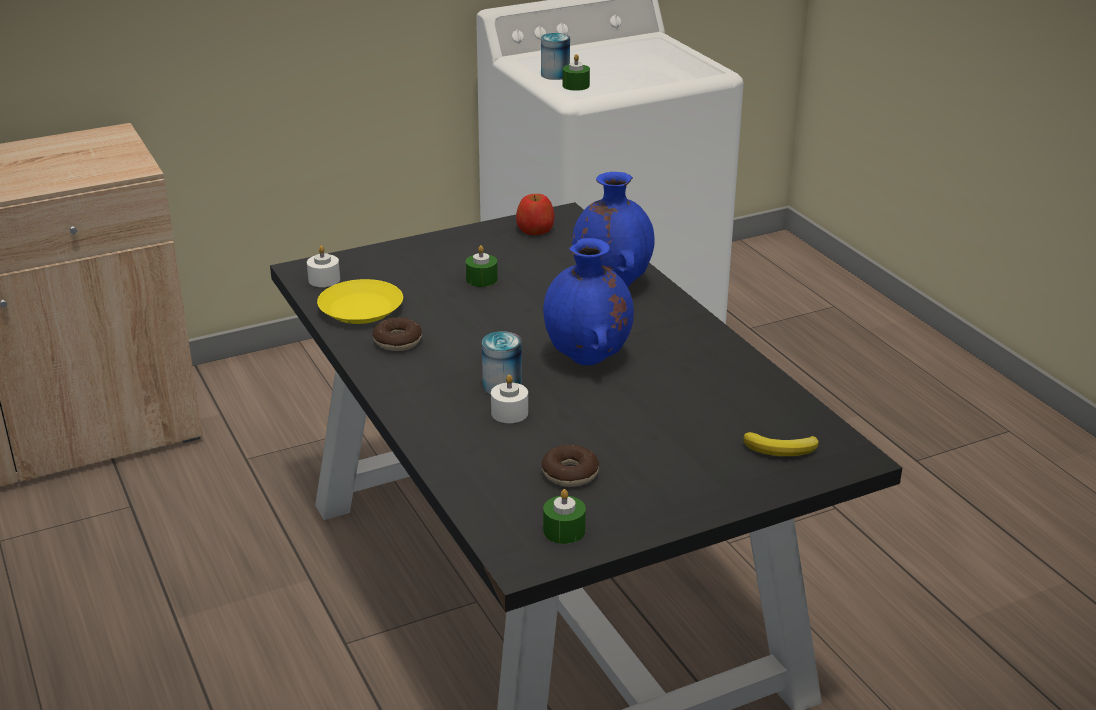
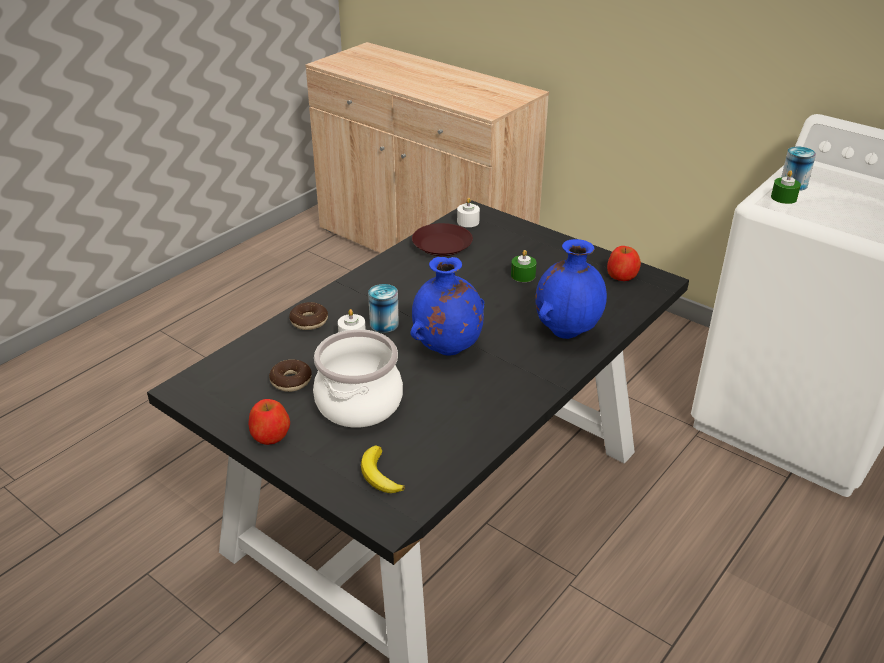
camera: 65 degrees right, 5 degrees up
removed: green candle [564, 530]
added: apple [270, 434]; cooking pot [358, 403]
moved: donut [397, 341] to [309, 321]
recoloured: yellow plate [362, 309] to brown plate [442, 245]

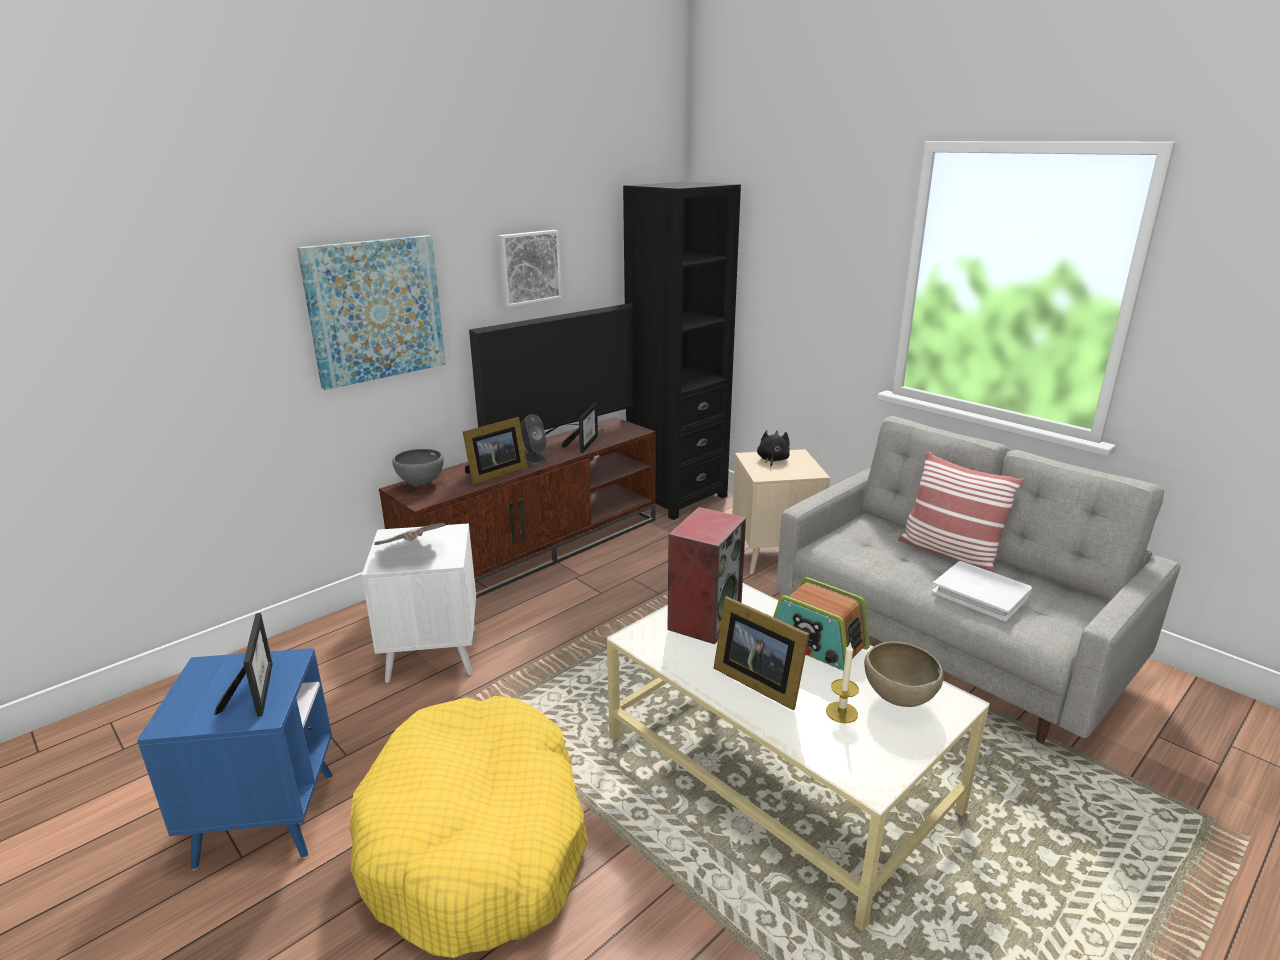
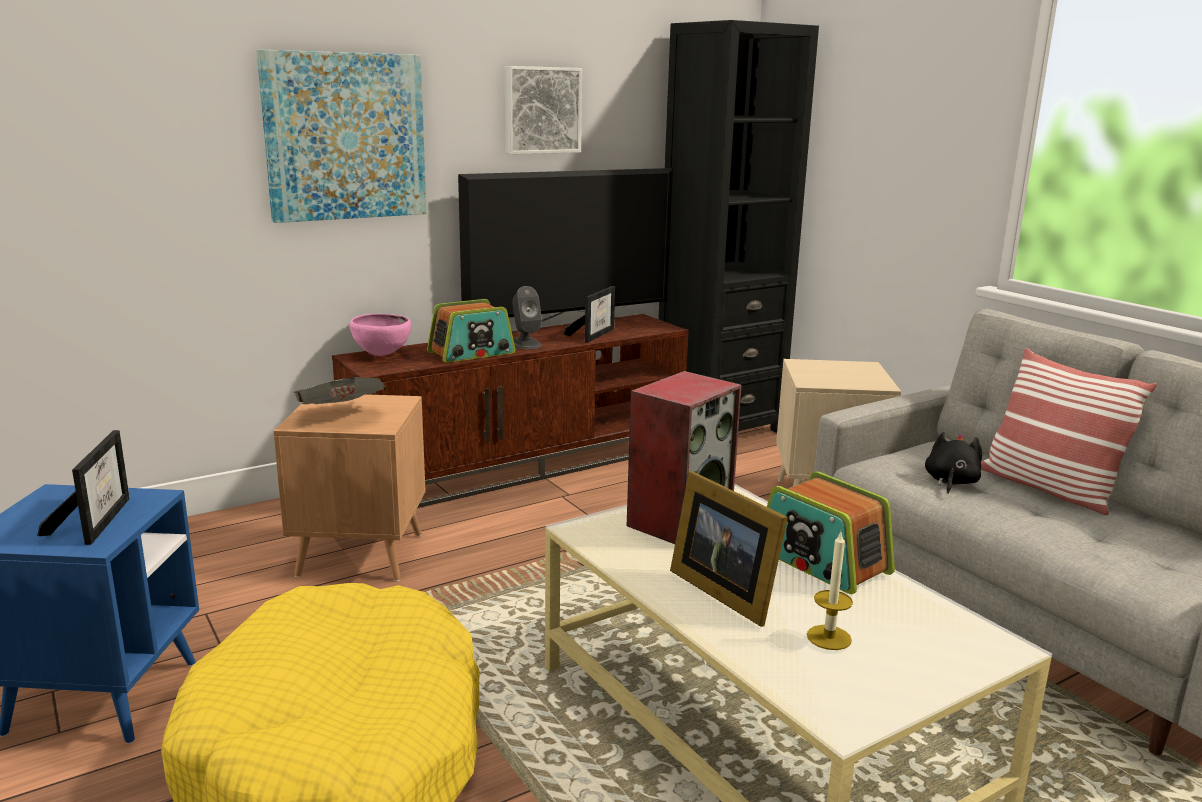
camera: 10 degrees right, 5 degrees down
removed: brown bowl [898, 700]; white book [981, 594]
moved: black plush toy [772, 460] to [950, 482]
replaced: picture frame [494, 474] to radio [472, 353]
recoloured: white side table [432, 654] to brown side table [361, 555]; grey bowl [421, 484] to pink bowl [382, 355]

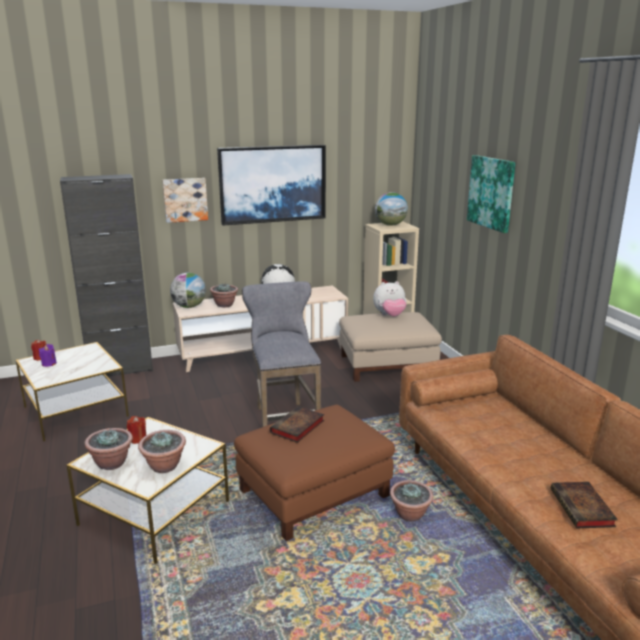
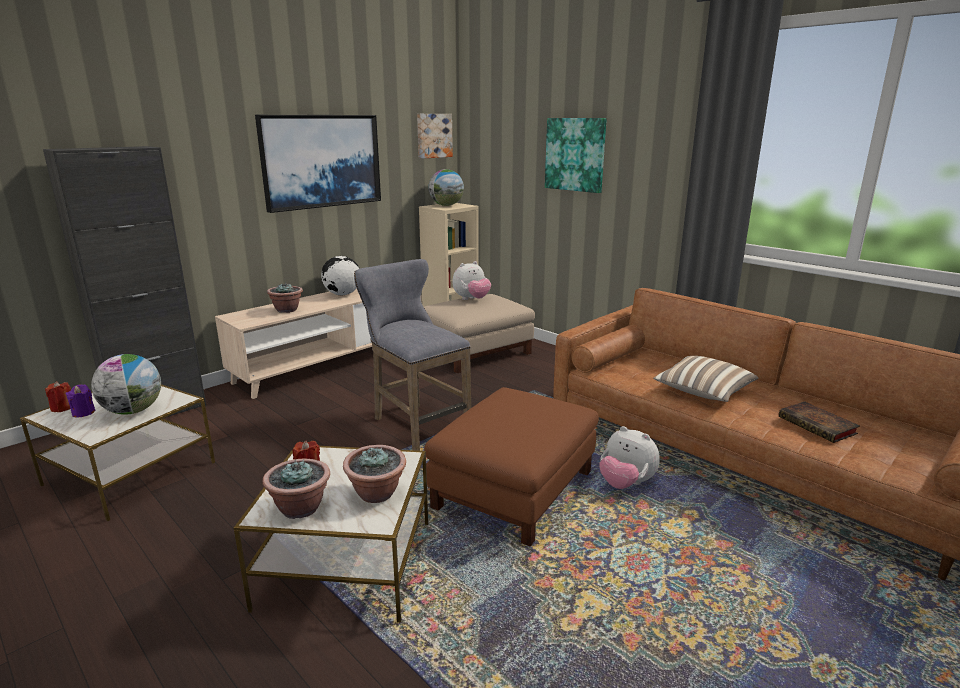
camera: 25 degrees left, 0 degrees up
removed: book [297, 428]
added: pillow [703, 392]
moved: picture [185, 199] to [433, 135]; globe [189, 306] to [133, 411]
replaced: potted plant [410, 515] to plush toy [625, 484]

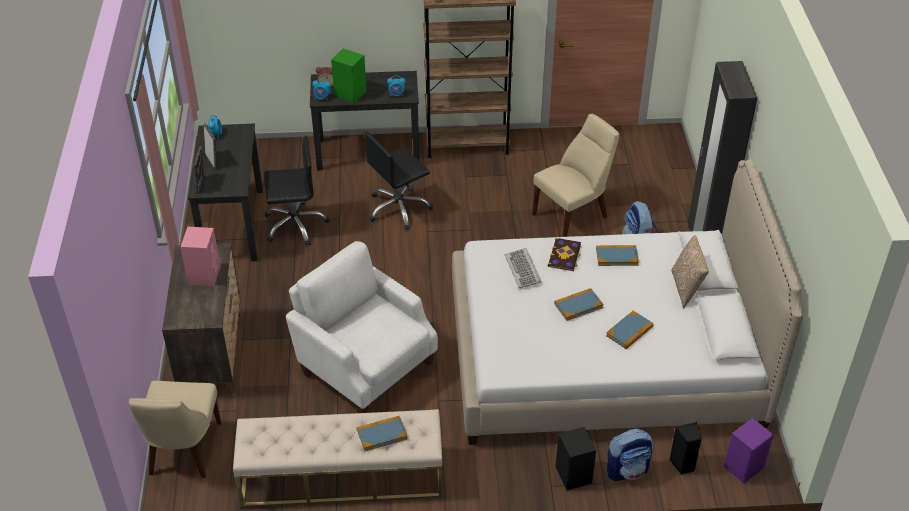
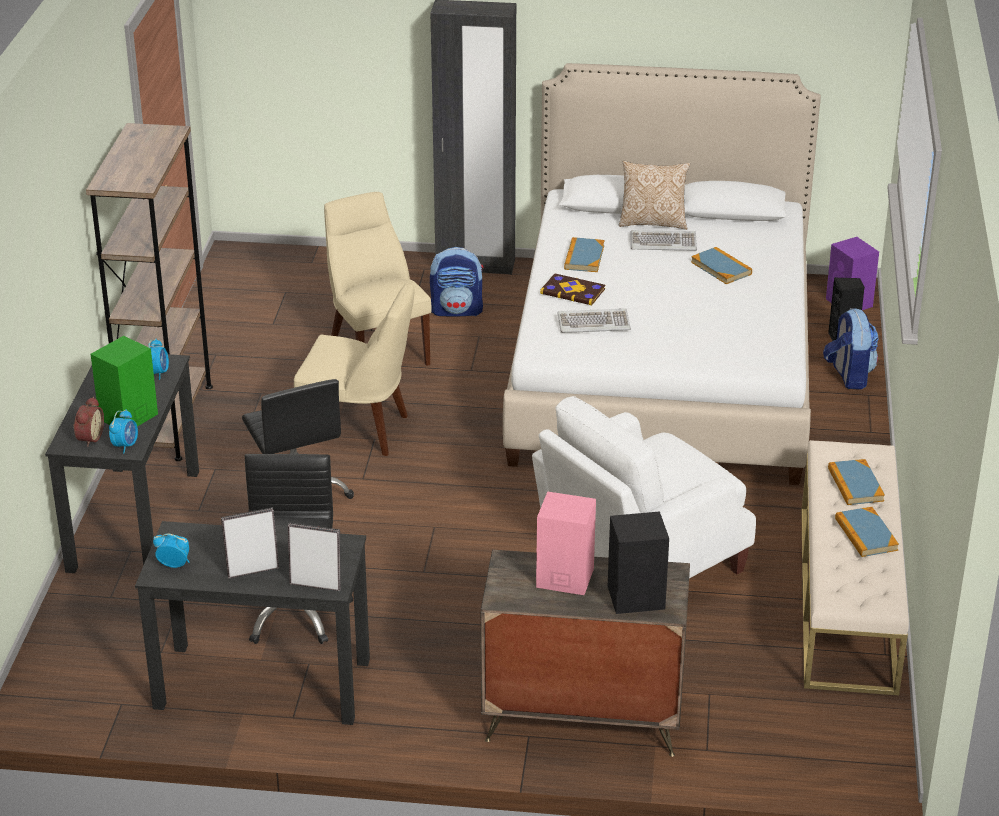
camera: 80 degrees left, 10 degrees down
added: keyboard [663, 243]
moved: beige chair [183, 451] to [359, 430]; book [578, 306] to [865, 535]; black speaker [574, 476] to [637, 597]

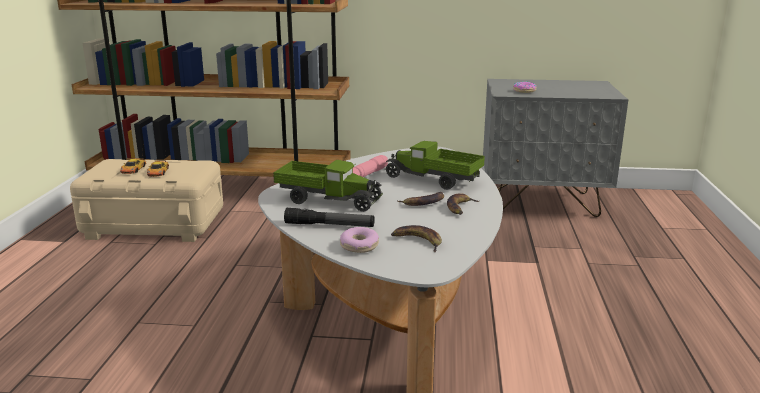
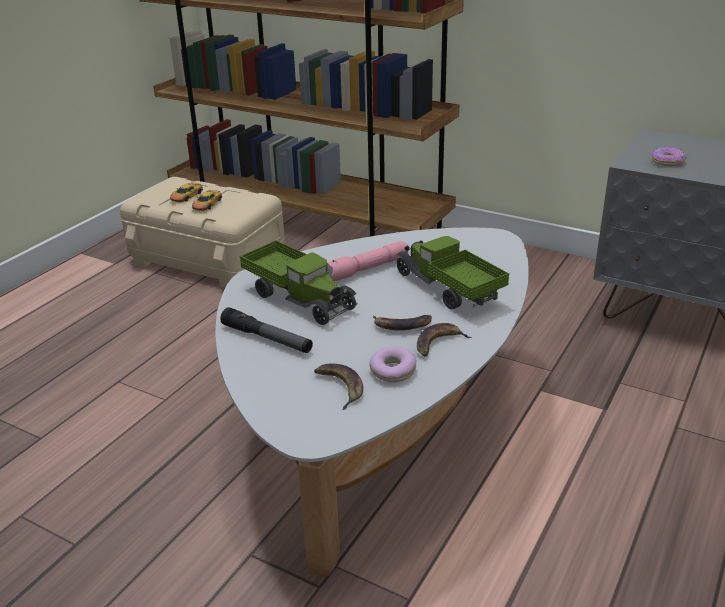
camera: 25 degrees right, 10 degrees up
moved: donut [359, 246] to [392, 371]

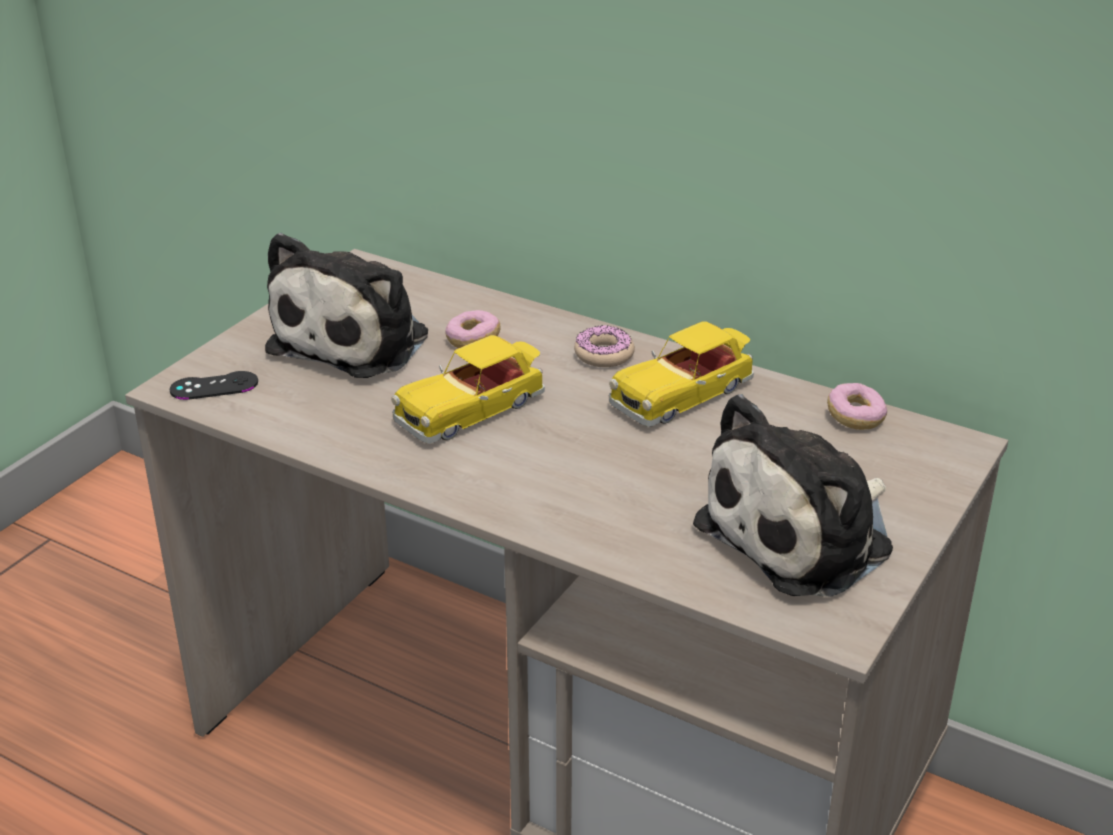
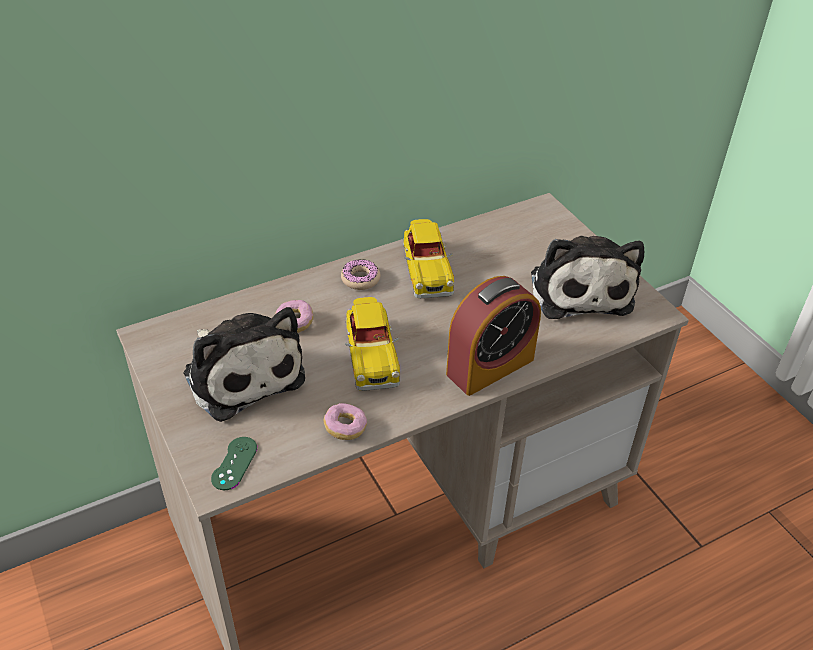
camera: 60 degrees left, 10 degrees up
added: alarm clock [490, 366]
moved: donut [855, 418] to [345, 428]
recoloured: black game controller [214, 386] to green game controller [234, 463]

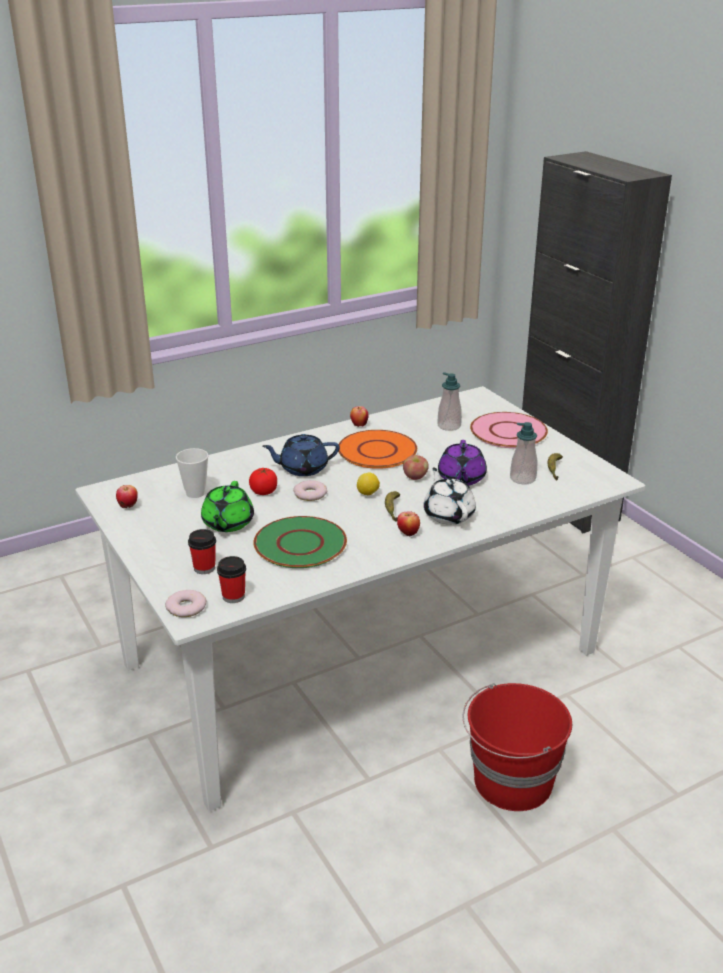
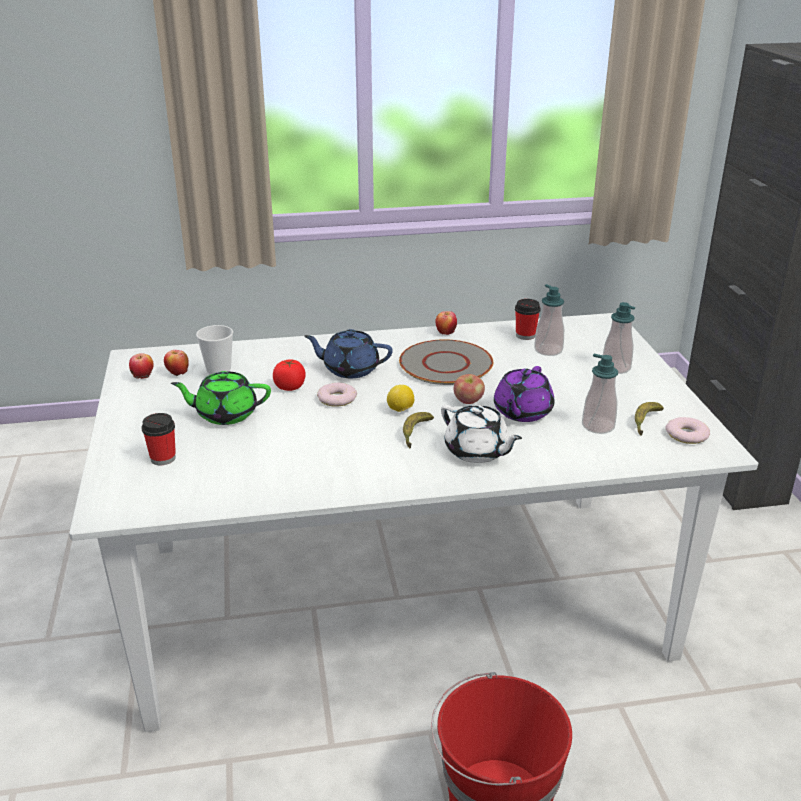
camera: 20 degrees right, 0 degrees up
removed: green plate [300, 544]
moved: donut [186, 607] to [686, 435]; cup [233, 596] to [525, 335]; apple [408, 534] to [178, 374]
replaced: pink plate [508, 431] to soap dispenser [616, 367]
recoloured: orange plate [376, 451] to grey plate [445, 364]
turned: green teapot [227, 523] = [225, 414] 60 degrees clockwise; white teapot [448, 514] = [477, 452] 135 degrees clockwise

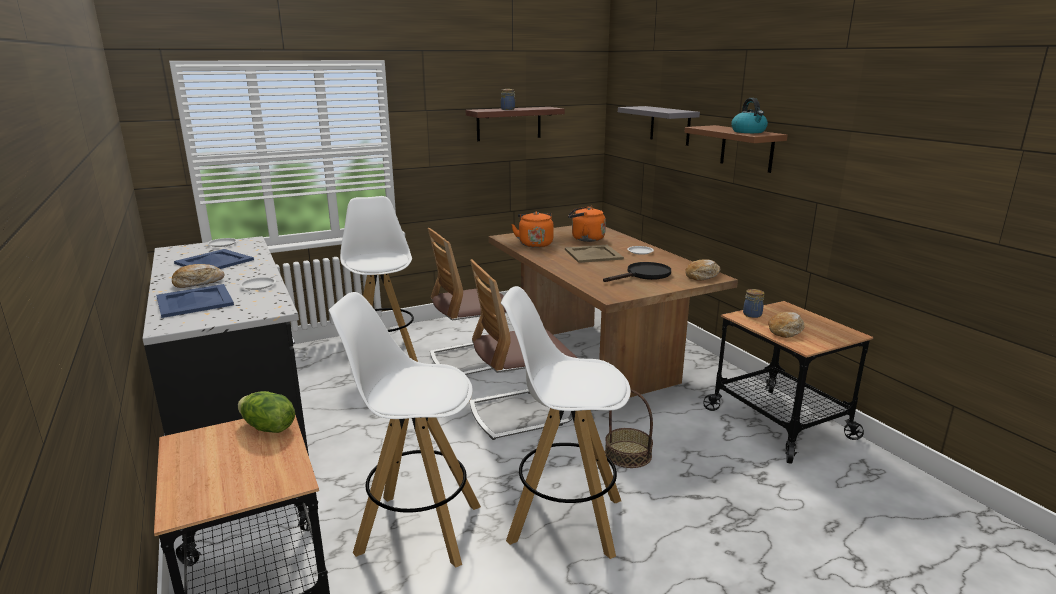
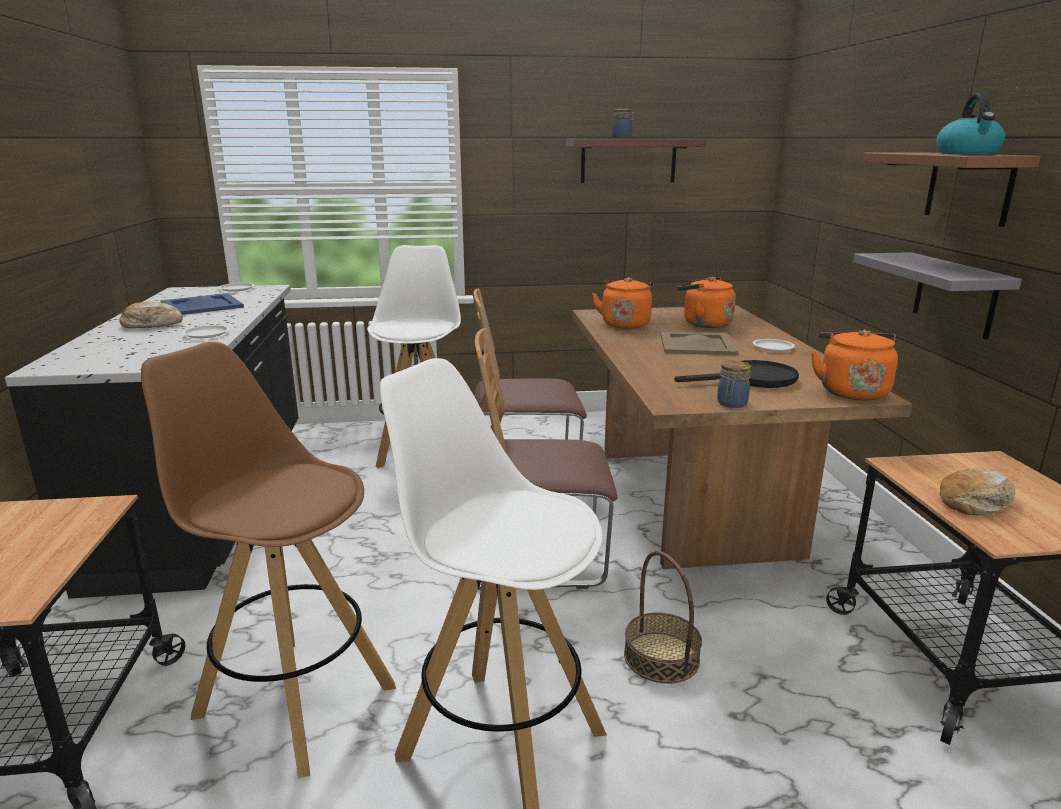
camera: 20 degrees right, 0 degrees up
removed: blue tray [194, 301]; lettuce [268, 428]
moved: grey shelf [670, 125] to [955, 295]; jar [752, 315] to [731, 404]
replaced: bread [702, 276] to orange kettle [851, 391]
recoloured: white stool [417, 528] to brown stool [293, 699]

